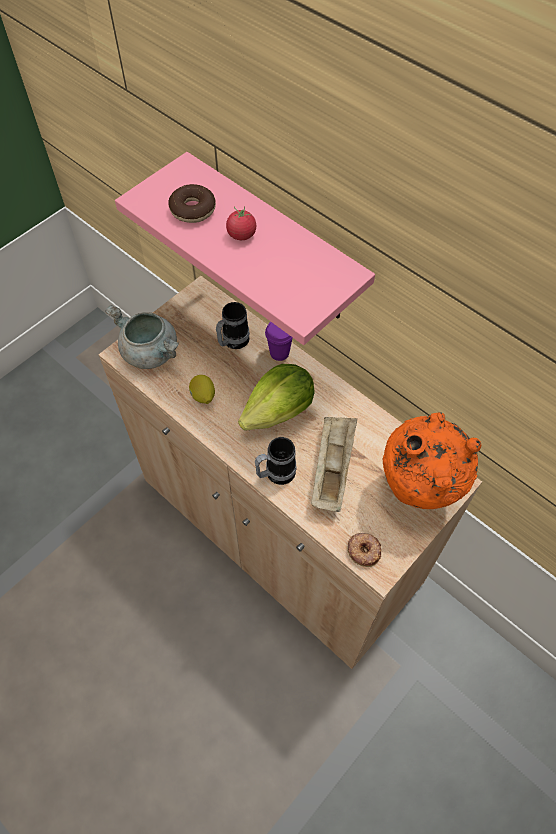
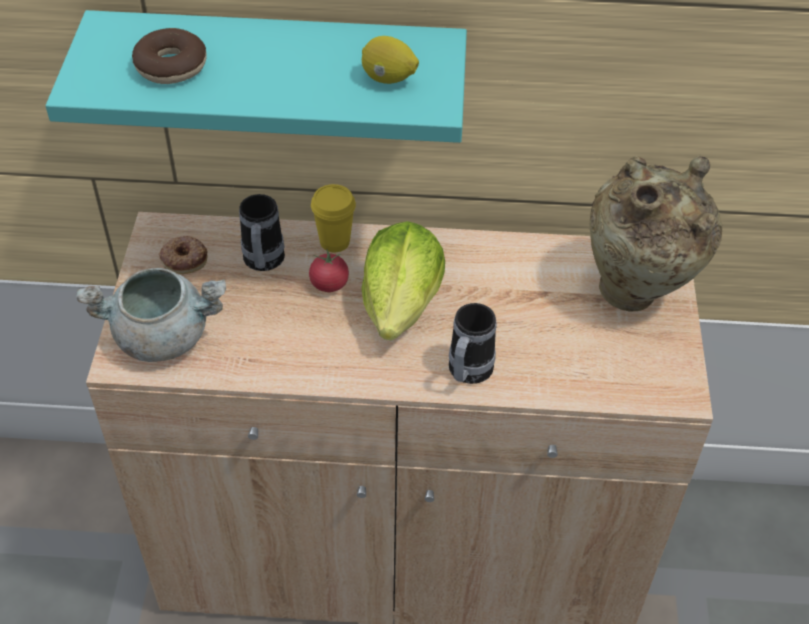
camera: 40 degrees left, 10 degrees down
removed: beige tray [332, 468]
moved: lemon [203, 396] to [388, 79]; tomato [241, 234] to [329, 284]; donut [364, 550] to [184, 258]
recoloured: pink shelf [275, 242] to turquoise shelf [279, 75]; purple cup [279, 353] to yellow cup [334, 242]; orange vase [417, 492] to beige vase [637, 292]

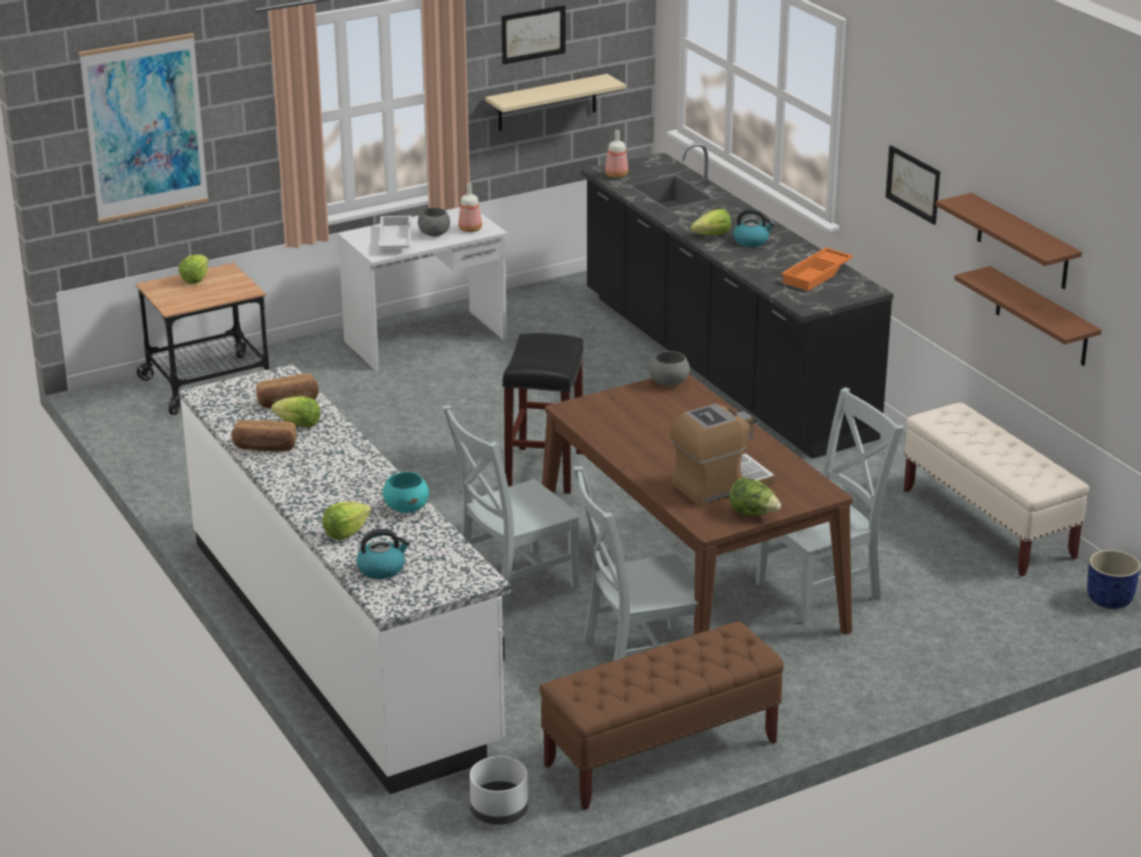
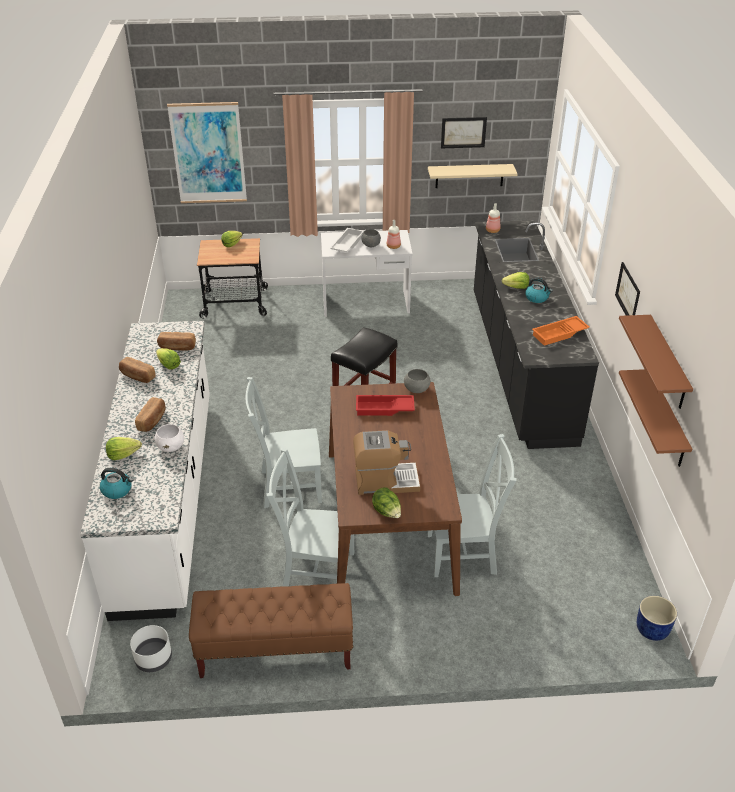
camera: 25 degrees right, 10 degrees up
removed: beige bench [988, 524]
added: bread [152, 420]; red tray [384, 409]
recoloured: turquoise bowl [407, 508] to white bowl [171, 447]

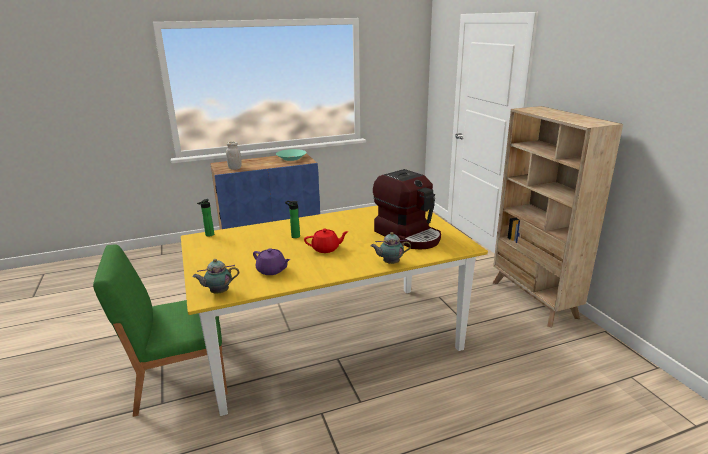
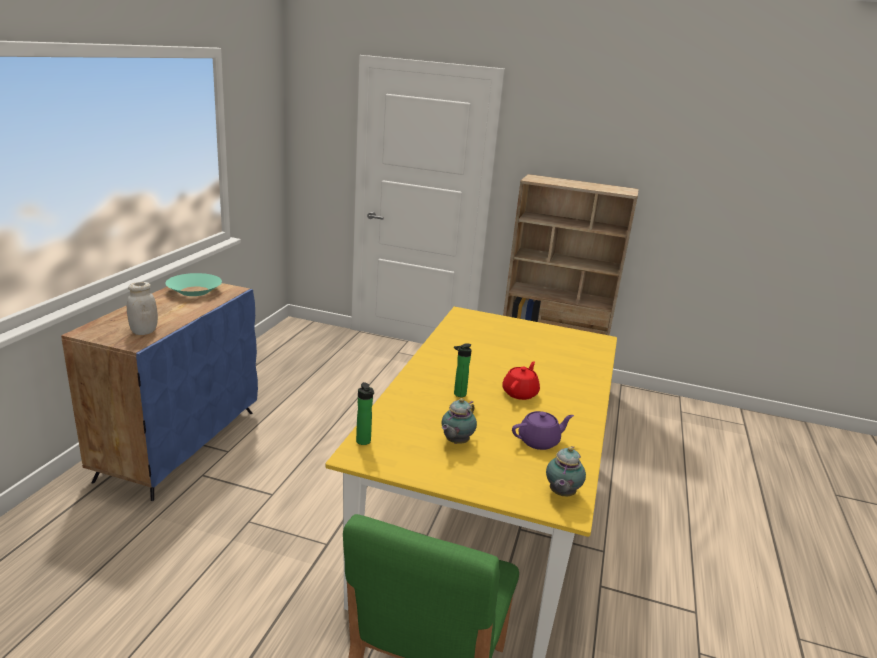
camera: 55 degrees left, 0 degrees up
removed: coffee machine [408, 235]
moved: teapot [390, 263] to [455, 442]

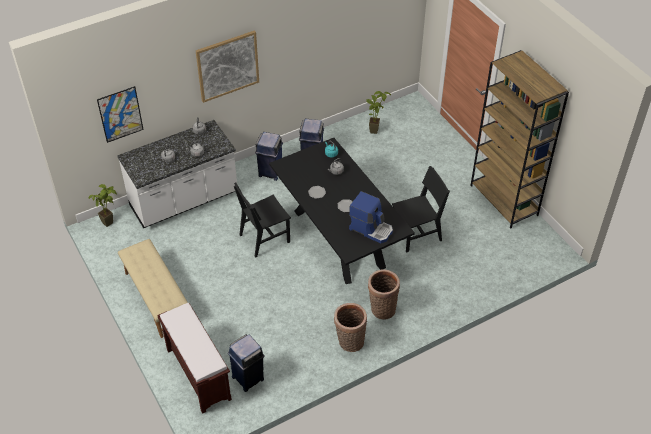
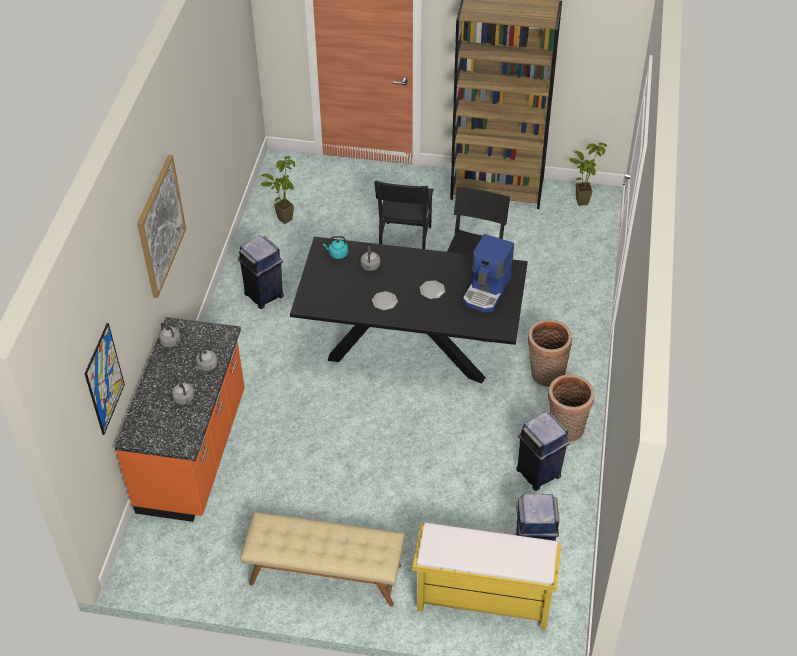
camera: 50 degrees left, 0 degrees up
moved: potted plant [111, 222] to [582, 198]; black chair [264, 238] to [405, 241]; blue trash can [270, 172] to [539, 473]
recoloured: white counter [184, 201] to orange counter [194, 453]; brown bench [197, 373] to yellow bench [482, 600]
turned: coffee machine [371, 229] = [487, 291] 135 degrees clockwise

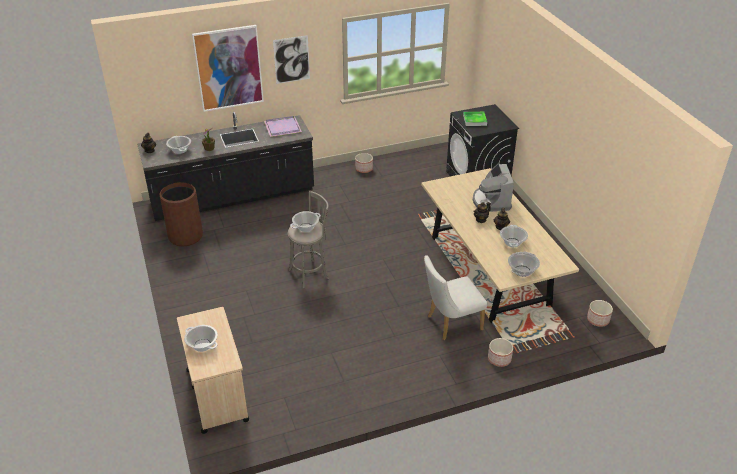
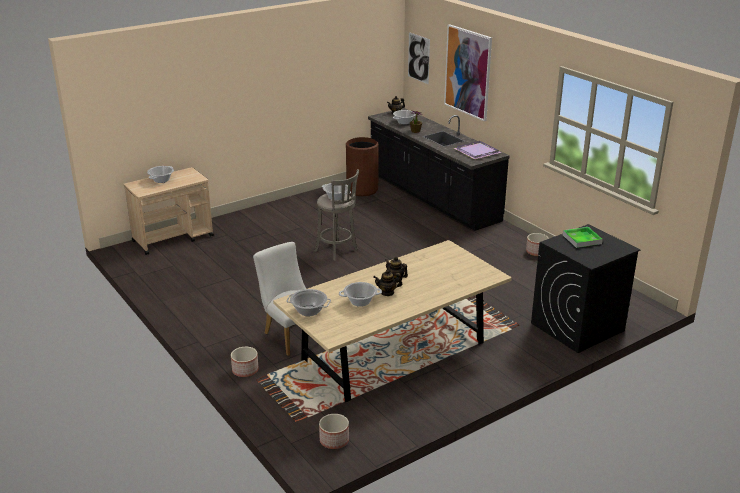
camera: 75 degrees right, 10 degrees down
removed: coffee machine [491, 201]
moved: picture [291, 59] to [418, 58]

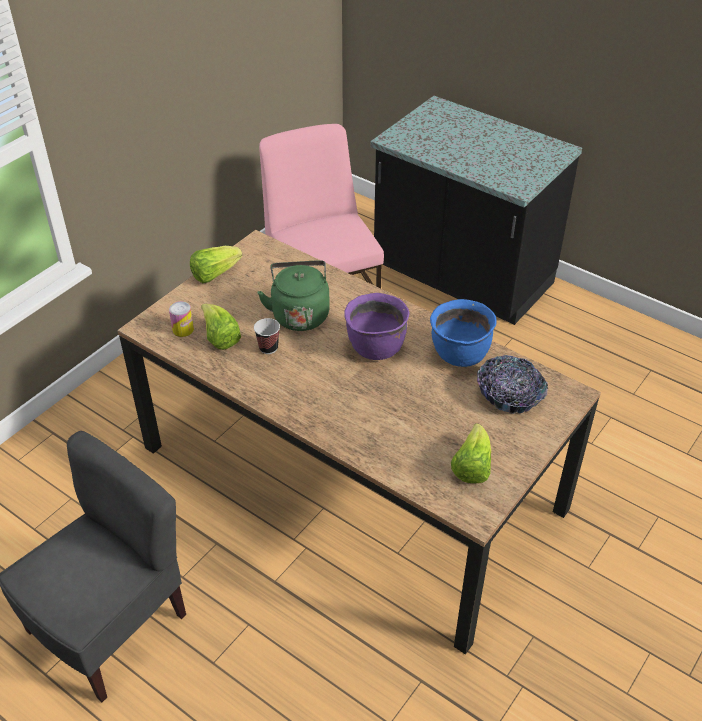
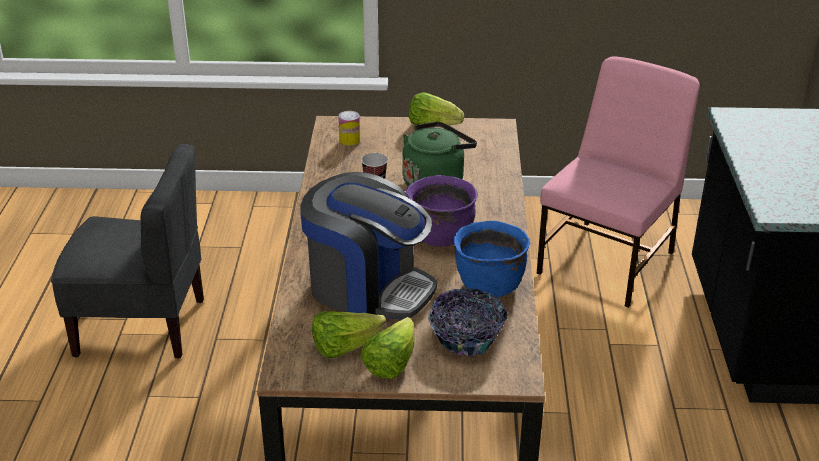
camera: 55 degrees right, 10 degrees down
added: coffee machine [368, 288]
moved: lettuce [220, 338] to [391, 363]

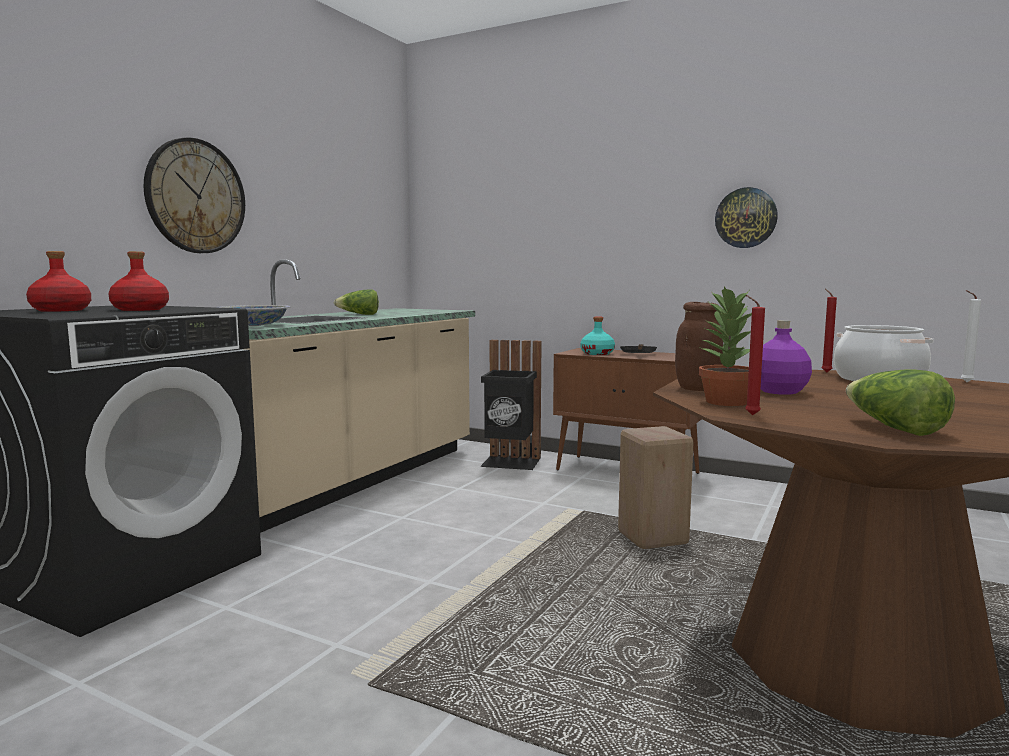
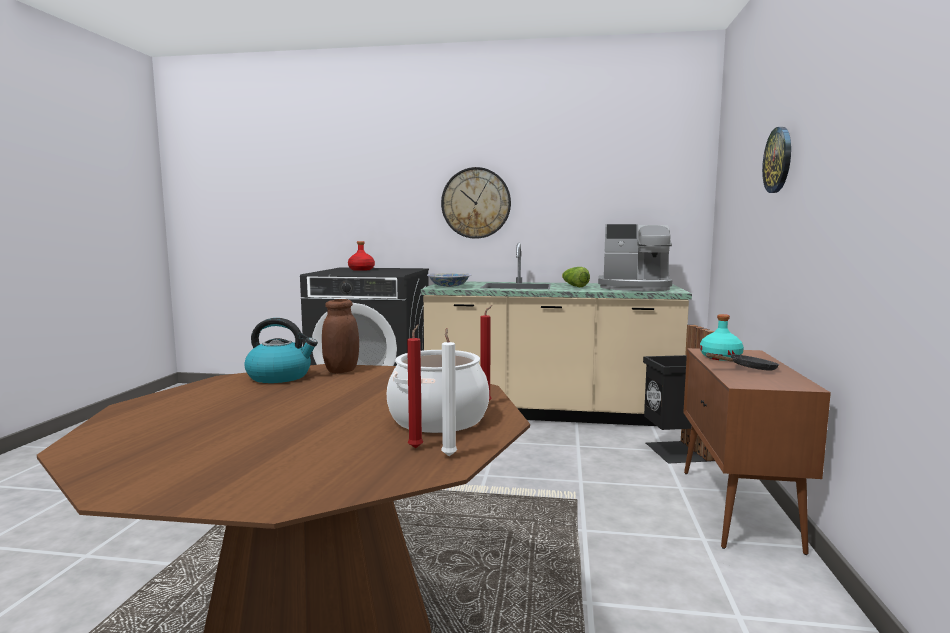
camera: 70 degrees right, 0 degrees up
removed: red bottle [141, 309]; beige stool [653, 537]; purple bottle [780, 391]; lettuce [893, 428]
added: coffee machine [635, 287]
moved: wall clock [746, 218] to [778, 160]; red candle [750, 415] to [416, 447]
replaced: potted plant [725, 402] to kettle [280, 376]

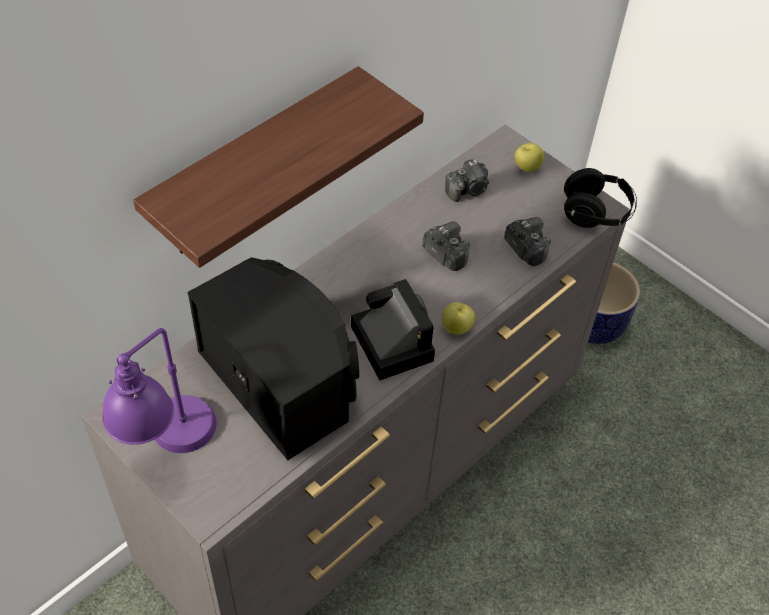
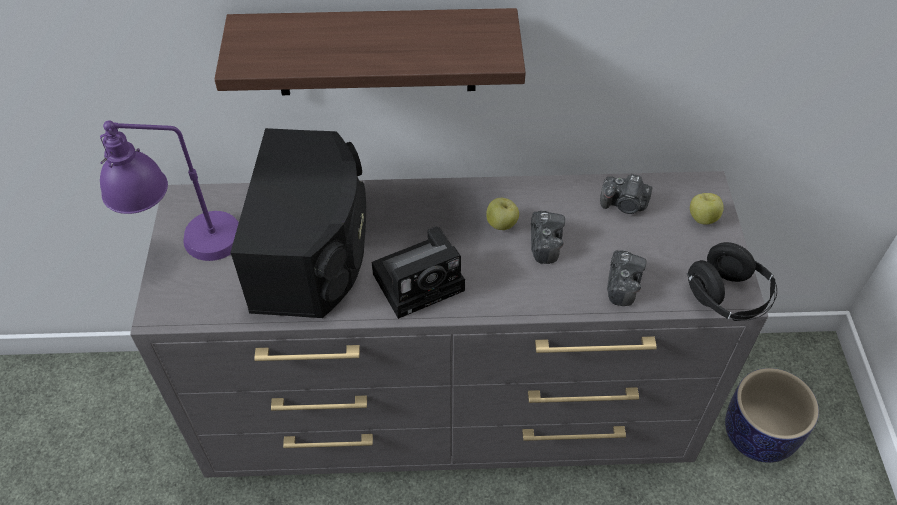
camera: 45 degrees right, 0 degrees up
moved: apple [456, 328] to [501, 224]
turned: photo camera [389, 341] = [421, 280] 45 degrees clockwise

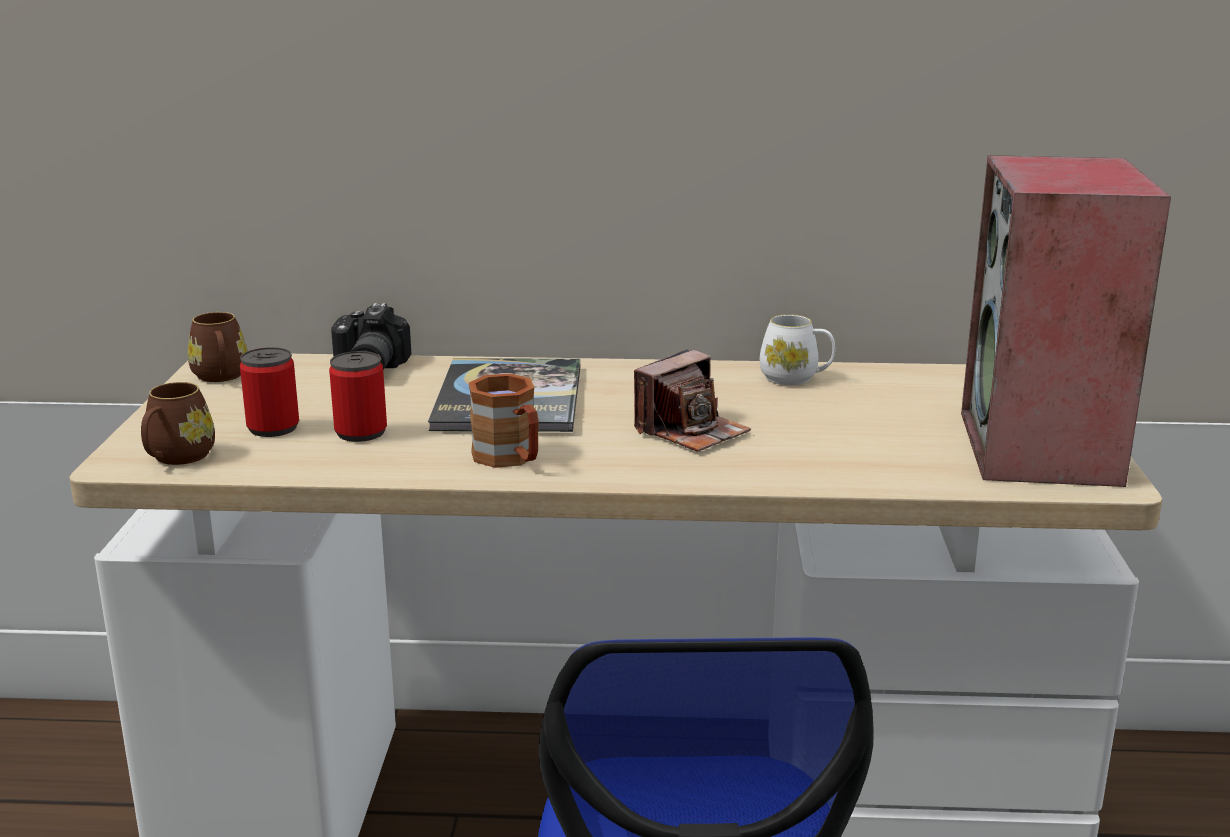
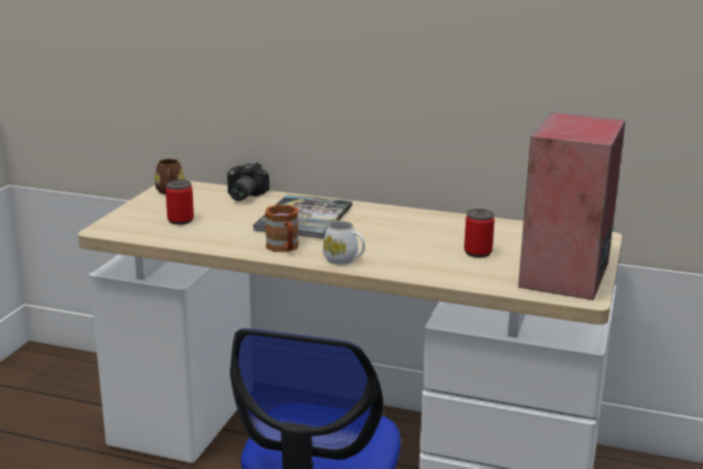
camera: 15 degrees right, 0 degrees up
removed: brown mug [176, 458]; photo camera [691, 431]
moved: can [361, 432] to [477, 252]; white mug [795, 378] to [344, 260]

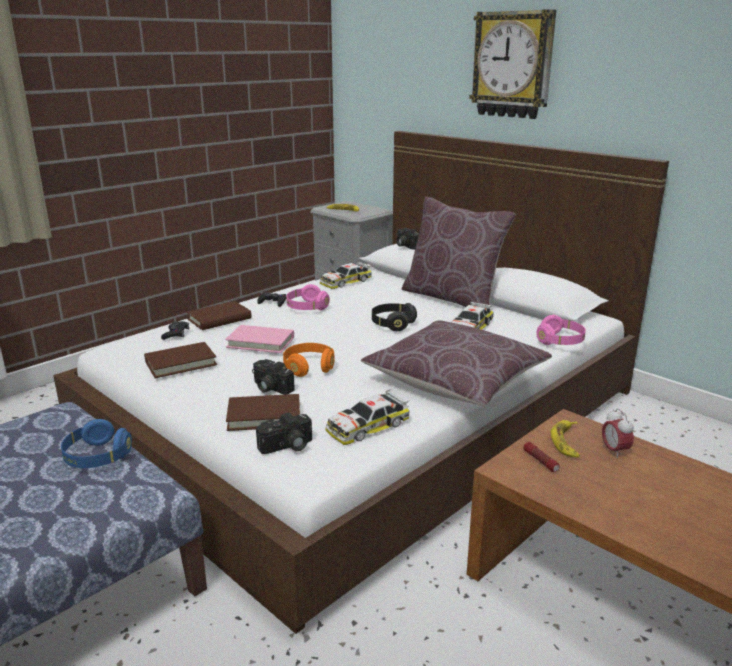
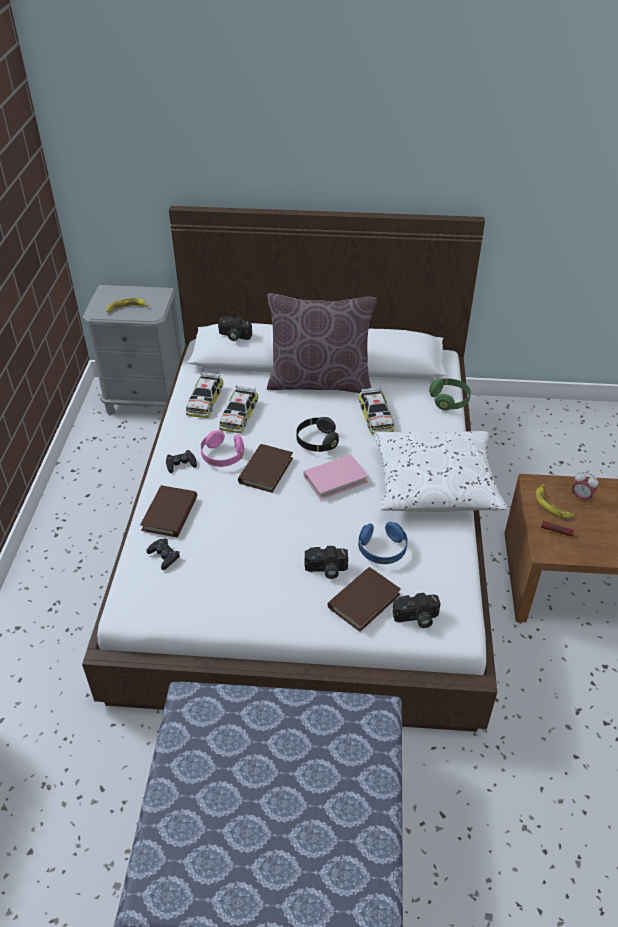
camera: 40 degrees left, 20 degrees up
removed: orange headphones [308, 368]; wall clock [513, 65]
moved: blue headphones [97, 457] to [382, 550]; brown book [181, 363] to [265, 470]; pink book [260, 342] to [335, 479]; toy car [367, 426] to [238, 415]
recoloured: brown pillow [455, 380] to white pillow [434, 484]; pink headphones [560, 341] to green headphones [449, 400]
turned: photo camera [287, 447] = [416, 618] 60 degrees clockwise

